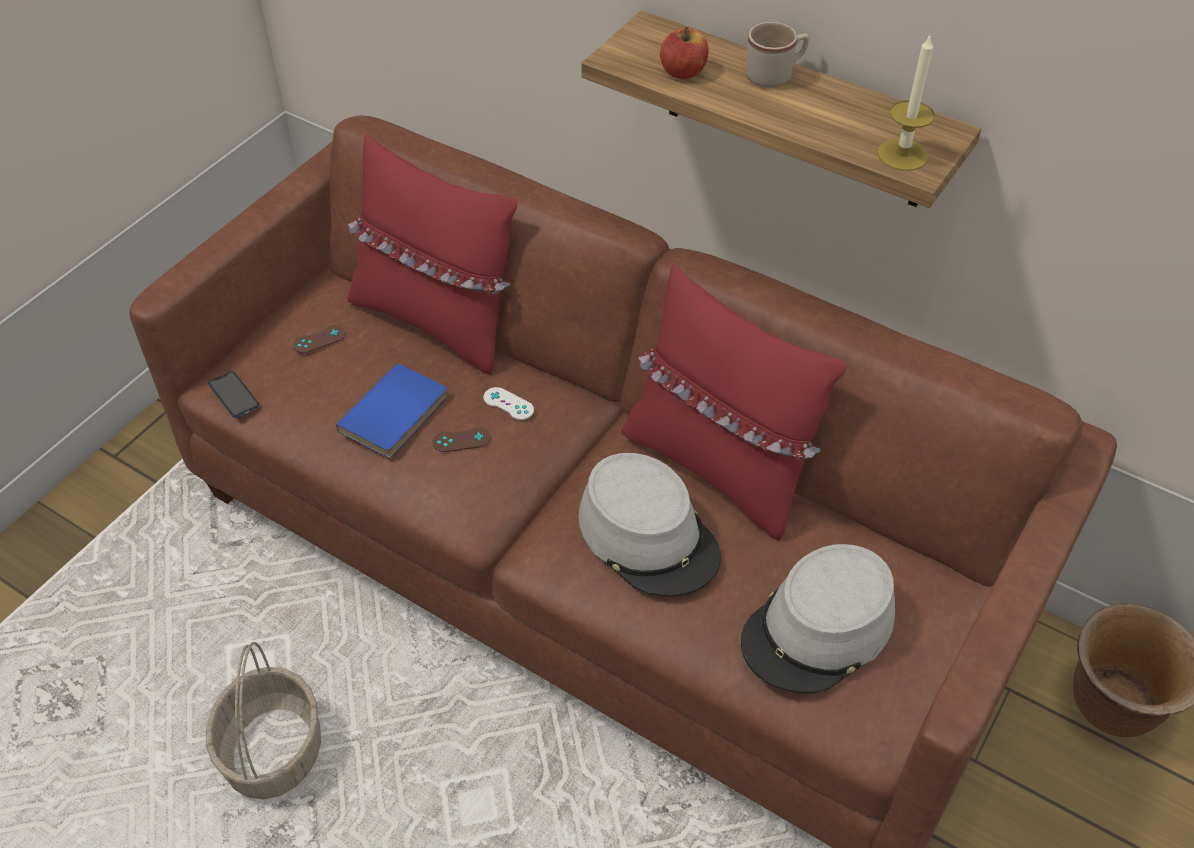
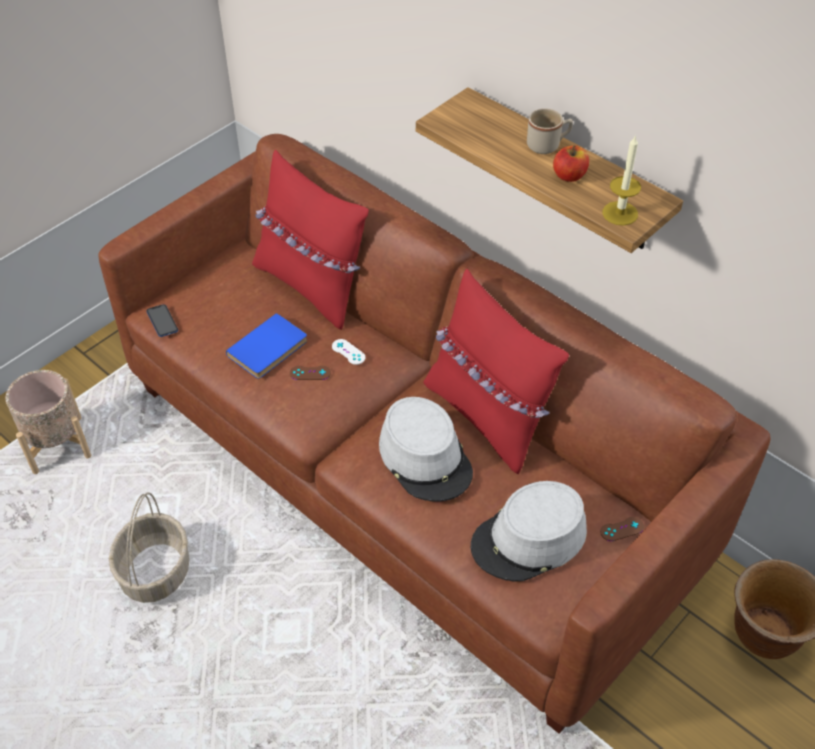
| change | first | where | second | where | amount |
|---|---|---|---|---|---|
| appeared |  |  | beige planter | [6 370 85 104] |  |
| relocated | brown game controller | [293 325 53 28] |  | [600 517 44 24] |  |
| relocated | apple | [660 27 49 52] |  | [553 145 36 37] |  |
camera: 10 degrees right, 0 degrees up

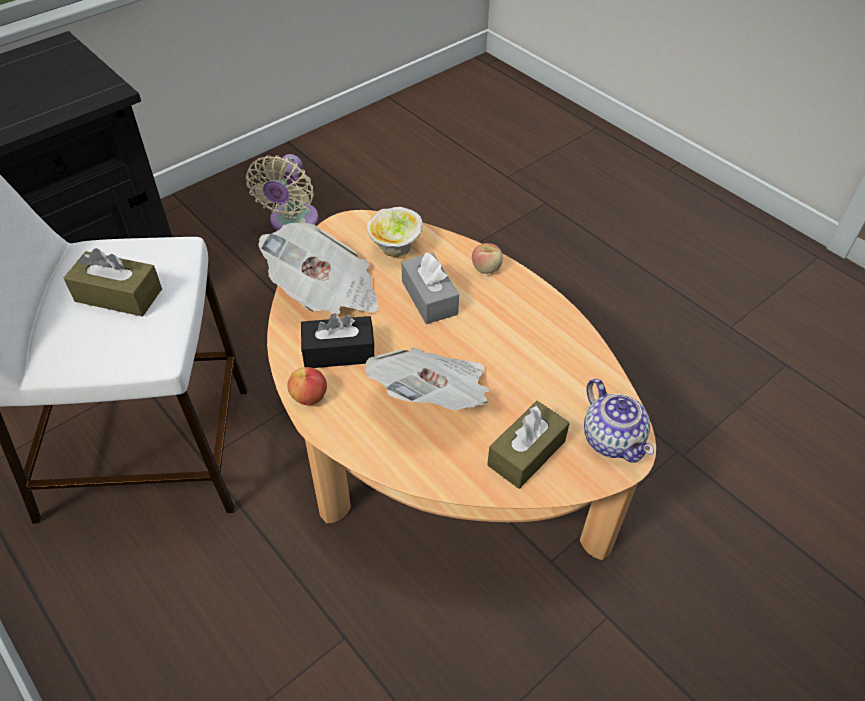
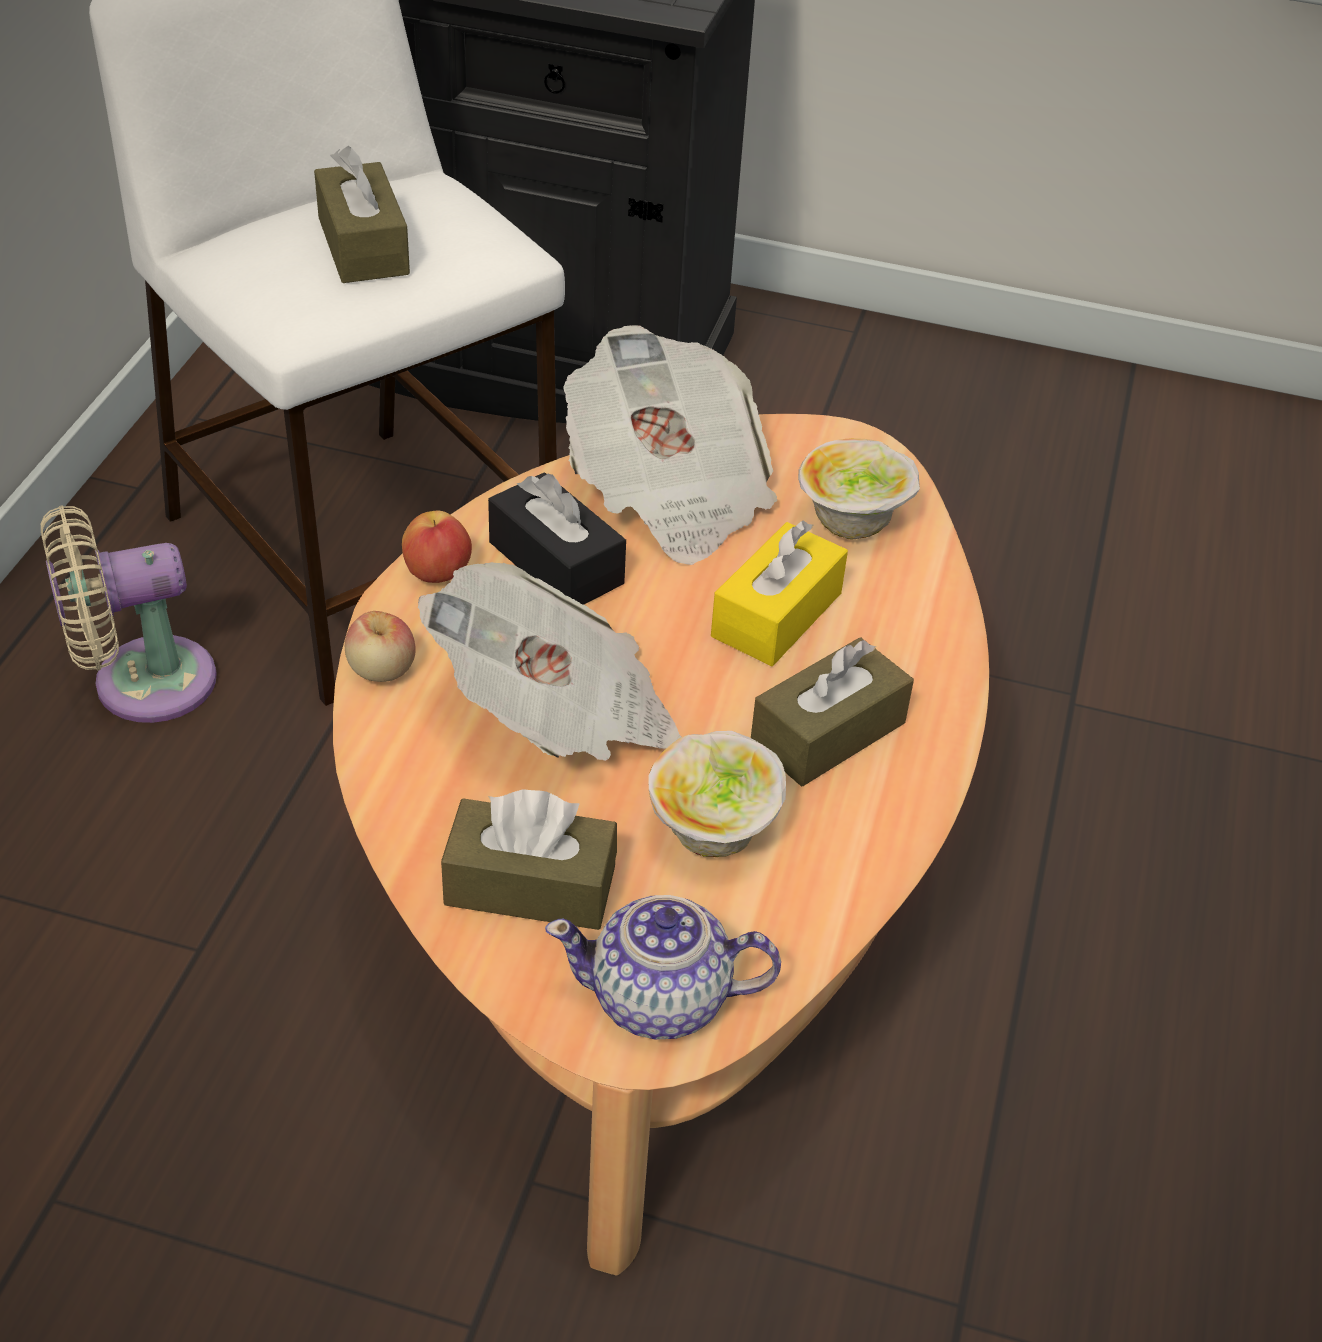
| change | first | where | second | where | amount |
|---|---|---|---|---|---|
| appeared |  |  | bowl | [649 731 137 126] |  |
| appeared |  |  | brown tissue box | [751 637 163 149] |  |
| relocated | beige fan | [246 154 72 77] |  | [41 505 176 218] |  |
| relocated | apple | [472 243 31 31] |  | [345 611 71 71] |  |
| colour | grey tissue box | [401 252 58 72] | yellow tissue box | [711 520 137 146] |  |
| spun | teapot | [584 379 70 84] |  | [545 895 236 145] | 60 degrees clockwise |
camera: 55 degrees right, 5 degrees down

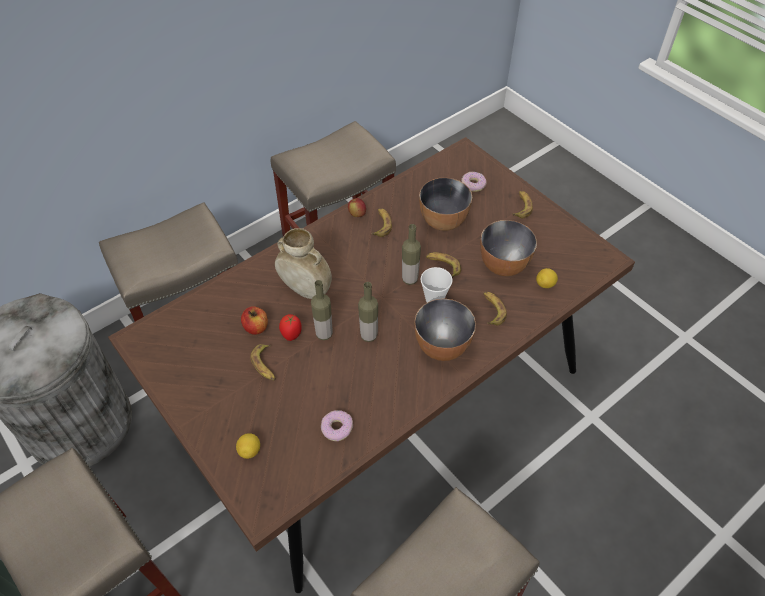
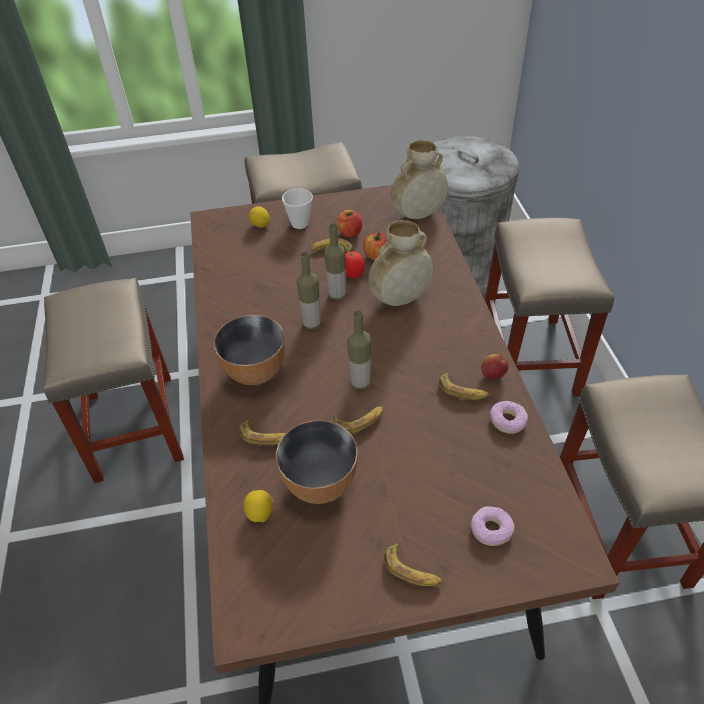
| change | first | where | second | where | amount |
|---|---|---|---|---|---|
| missing | bowl | [419 178 53 53] |  |  |  |
| appeared |  |  | apple | [337 210 25 27] |  |
| appeared |  |  | beige vase | [391 140 57 79] |  |
| relocated | donut | [321 410 32 31] |  | [490 401 38 33] |  |
| relocated | cup | [420 267 33 36] |  | [282 189 31 40] |  |
camera: 120 degrees right, 5 degrees down

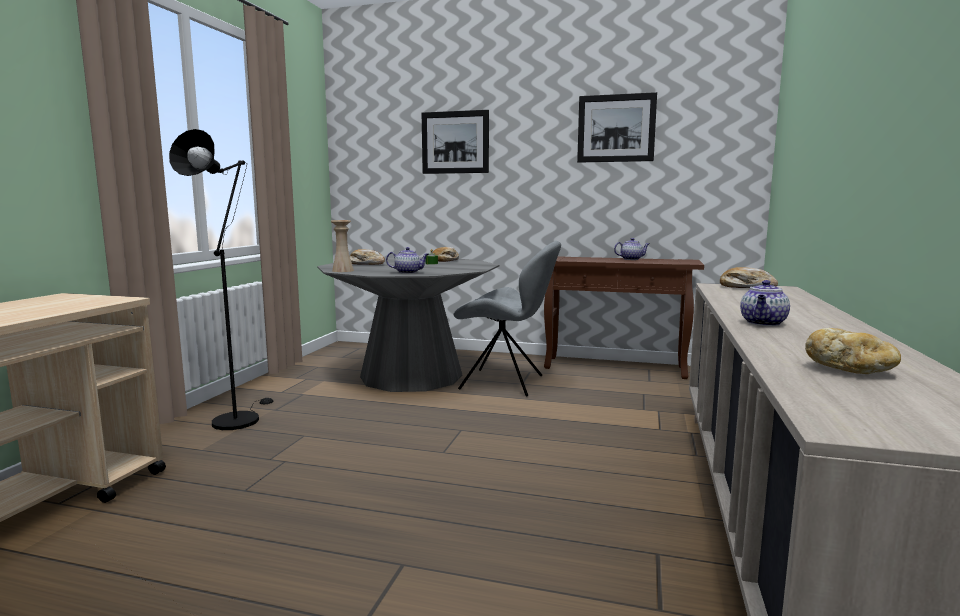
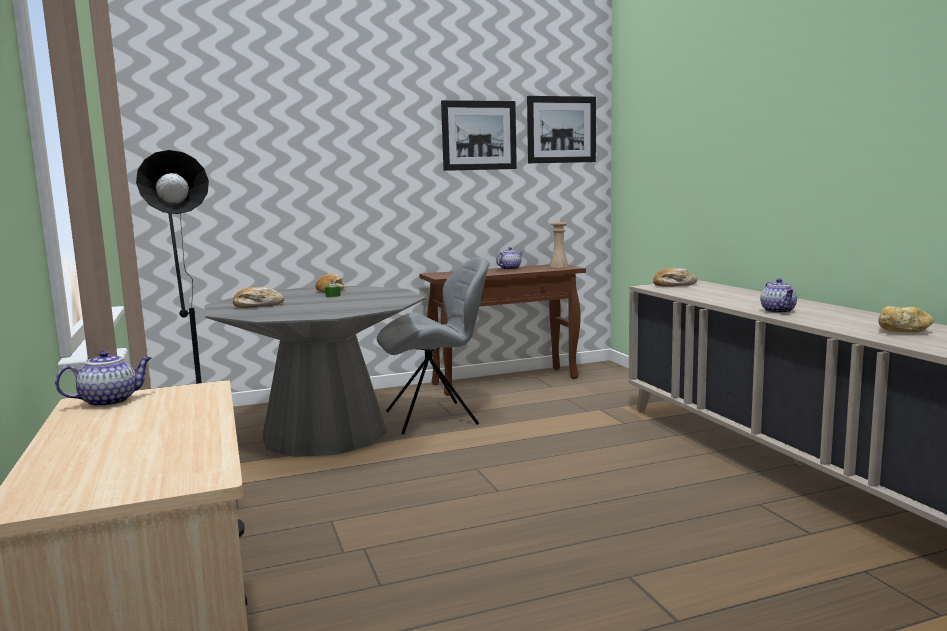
| change | first | where | second | where | amount |
|---|---|---|---|---|---|
| relocated | beige vase | [331 220 23 52] |  | [550 222 19 46] |  |
| relocated | teapot | [386 247 43 27] |  | [55 350 97 57] |  |
| relocated | picture | [422 110 67 64] |  | [527 96 69 67] |  |
camera: 35 degrees left, 0 degrees up

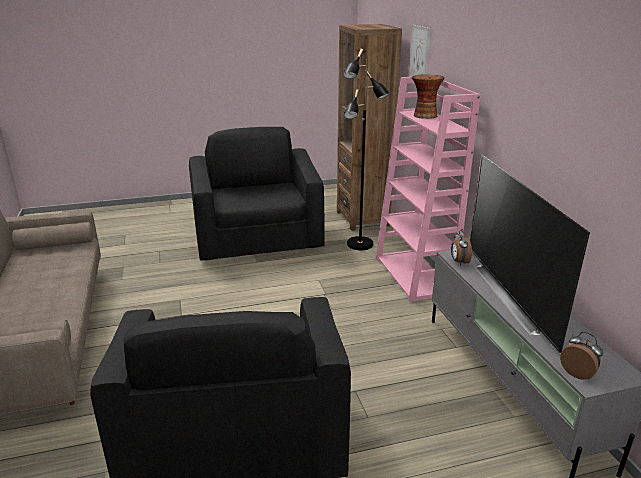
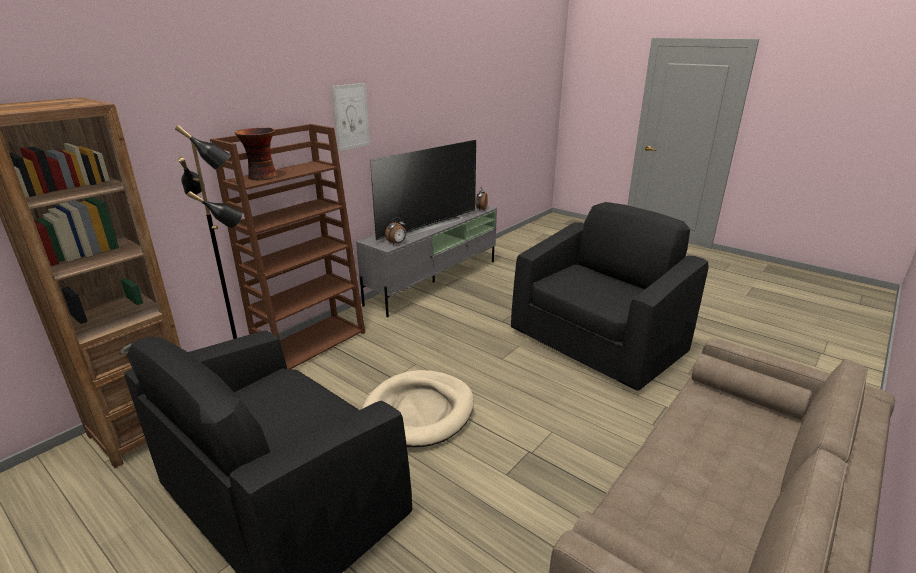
| change | first | where | second | where | amount |
|---|---|---|---|---|---|
| appeared |  |  | beige dog bed | [362 370 112 77] |  |
| relocated | picture | [409 25 22 60] |  | [332 83 38 68] |  |
| colour | pink bookcase | [375 77 106 225] | brown bookcase | [210 124 155 245] |  |
camera: 125 degrees left, 0 degrees up

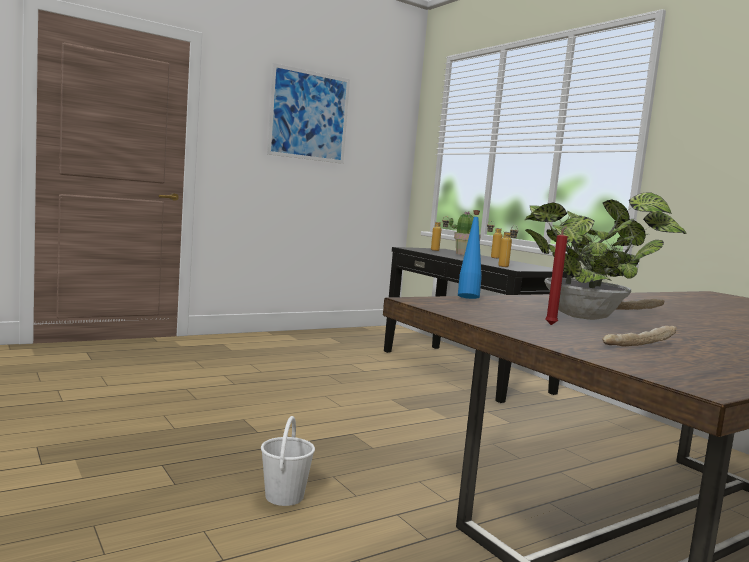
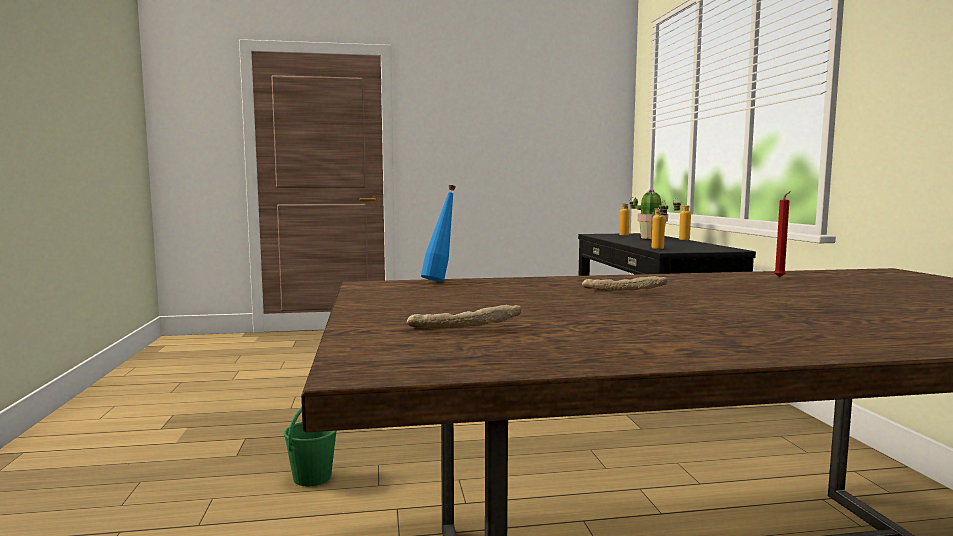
| change | first | where | second | where | amount |
|---|---|---|---|---|---|
| missing | picture | [267 63 83 101] |  |  |  |
| missing | potted plant | [525 192 162 128] |  |  |  |
| relocated | red candle | [545 226 23 99] |  | [774 191 17 87] |  |
| colour | white bucket | [261 416 54 90] | green bucket | [284 406 53 80] |  |
camera: 25 degrees right, 0 degrees up

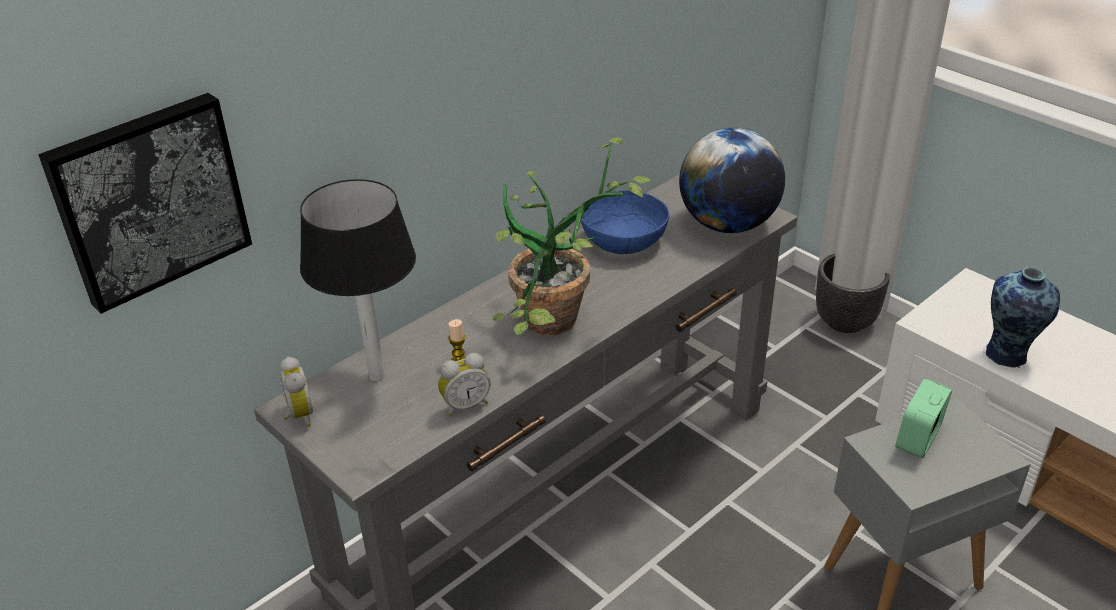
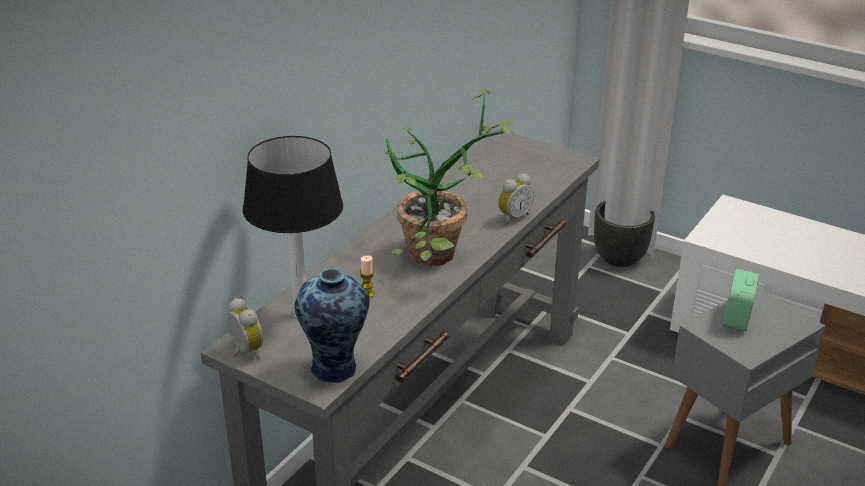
| change | first | where | second | where | amount |
|---|---|---|---|---|---|
| missing | picture | [38 93 214 221] |  |  |  |
| missing | blue bowl | [581 190 88 64] |  |  |  |
| missing | globe | [679 128 106 105] |  |  |  |
| relocated | alarm clock | [438 353 53 64] |  | [498 174 36 51] |  |
| relocated | vase | [984 267 76 101] |  | [294 268 76 115] |  |
camera: 15 degrees left, 5 degrees down

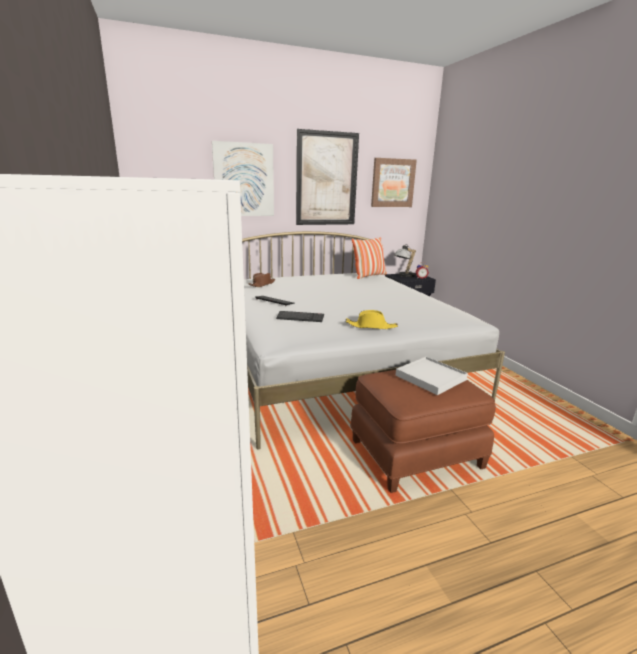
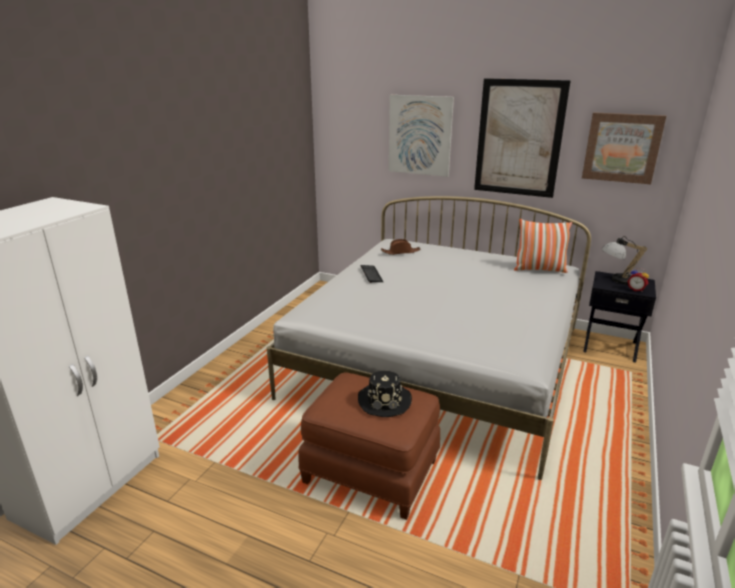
| change | first | where | second | where | amount |
|---|---|---|---|---|---|
| missing | keyboard | [276 311 48 11] |  |  |  |
| missing | yellow hat | [345 310 53 19] |  |  |  |
| exchanged | white tray | [395 357 73 38] | black hat | [358 371 54 46] |  |
camera: 45 degrees right, 5 degrees up

